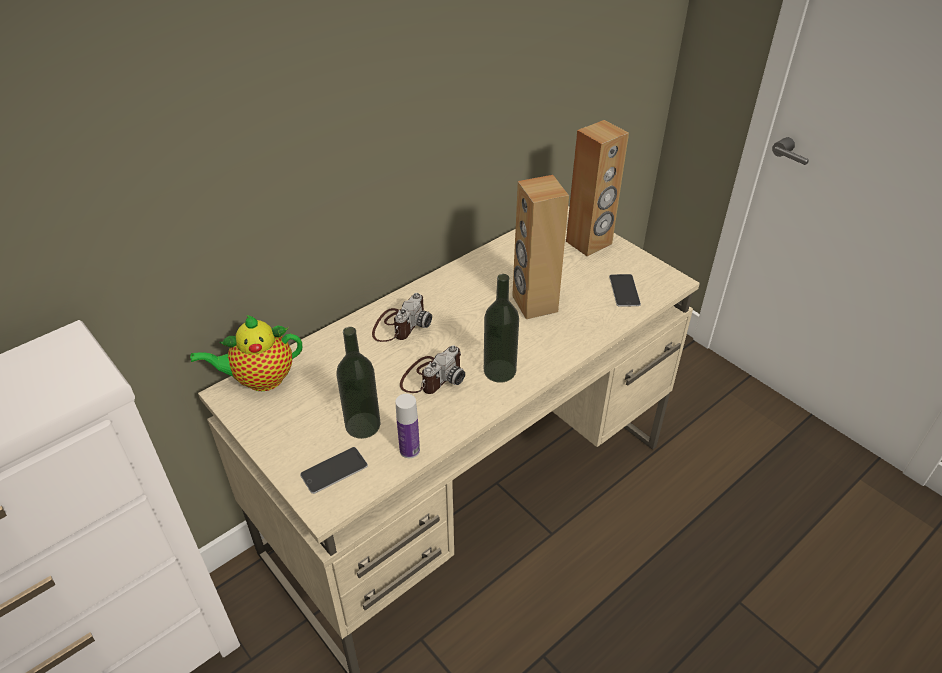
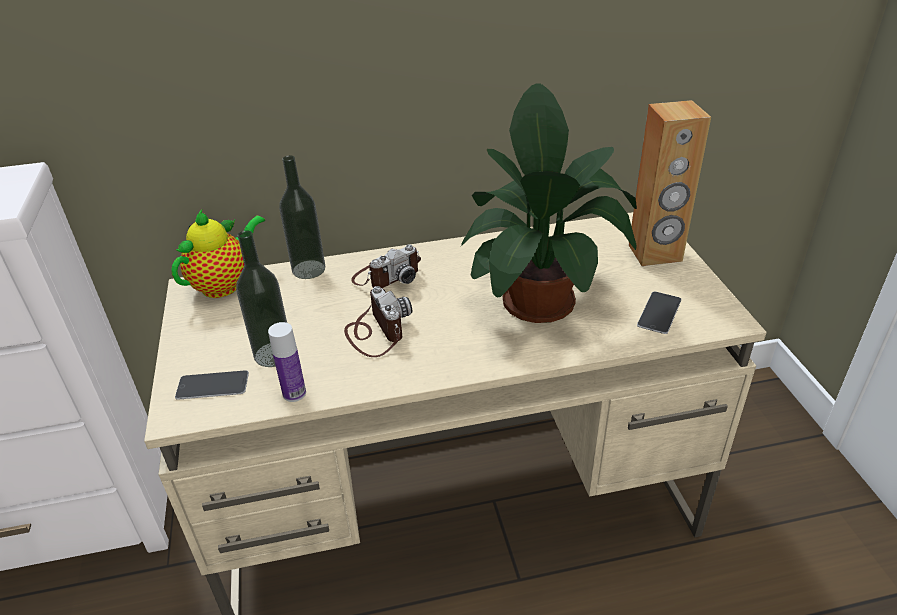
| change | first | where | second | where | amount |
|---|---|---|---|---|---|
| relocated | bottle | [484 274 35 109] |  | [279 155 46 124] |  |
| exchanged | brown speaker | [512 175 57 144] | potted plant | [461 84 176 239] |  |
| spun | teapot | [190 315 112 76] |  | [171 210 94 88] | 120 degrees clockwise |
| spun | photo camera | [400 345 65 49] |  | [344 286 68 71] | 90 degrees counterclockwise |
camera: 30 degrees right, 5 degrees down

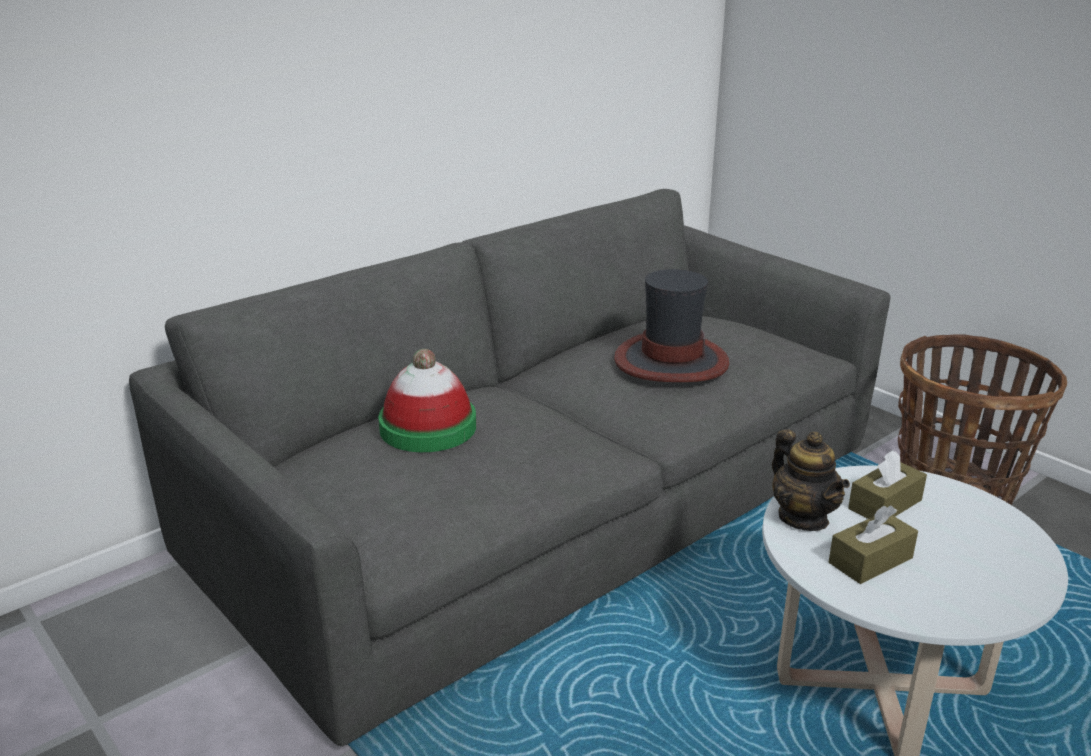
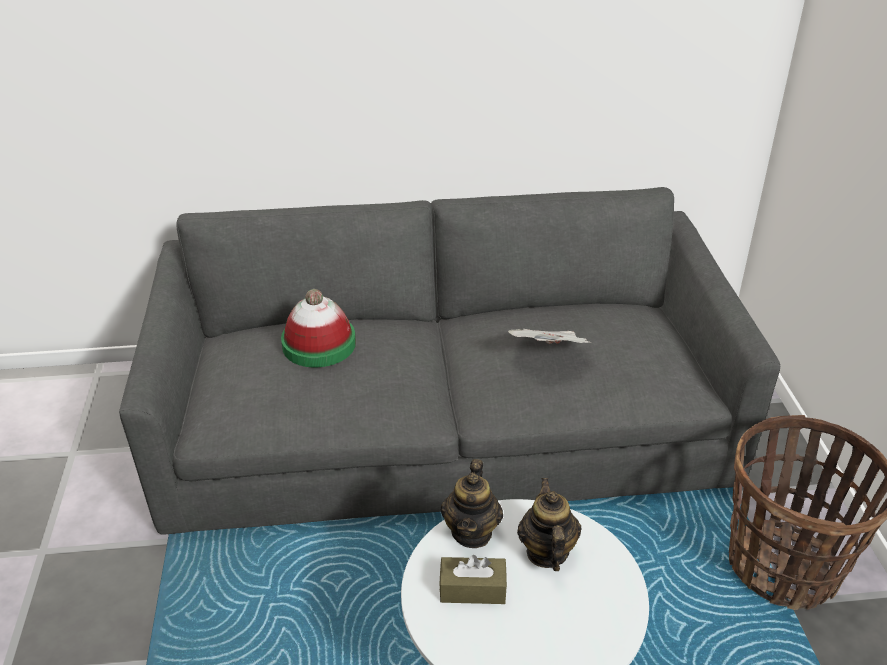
| change | first | where | second | where | amount |
|---|---|---|---|---|---|
| exchanged | hat | [614 269 115 113] | newspaper | [508 329 84 15] |  |
| exchanged | brown tissue box | [848 450 79 69] | teapot | [517 478 65 93] |  |
camera: 35 degrees right, 10 degrees up

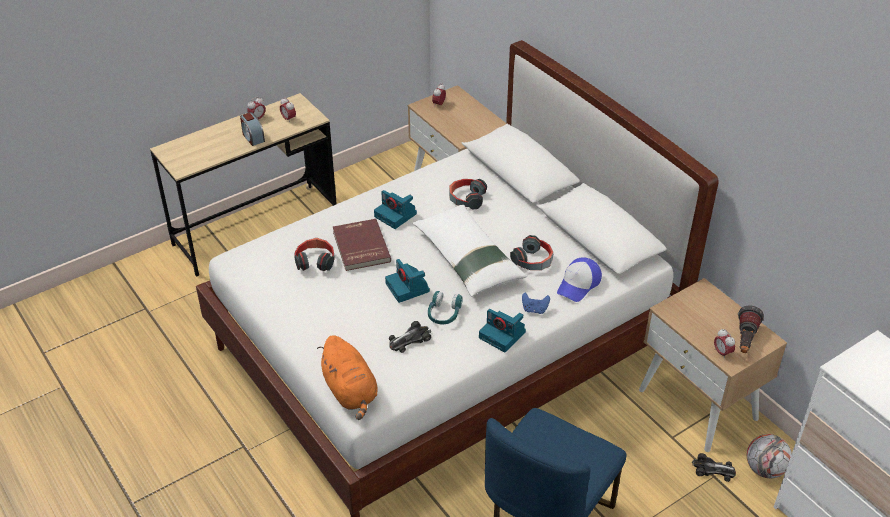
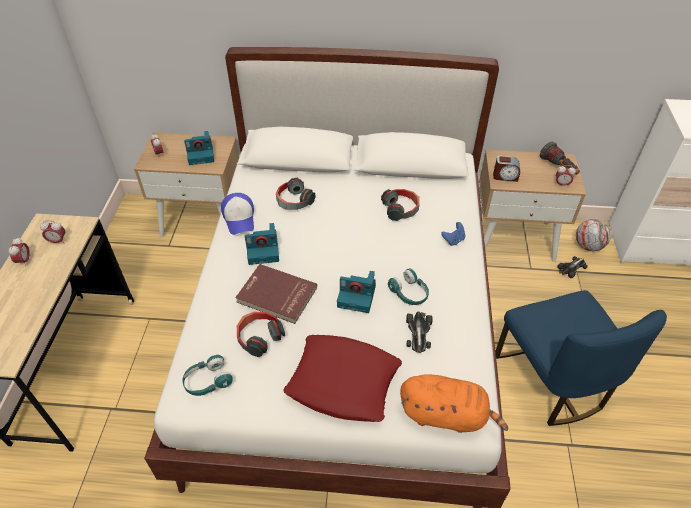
| change | first | where | second | where | amount |
|---|---|---|---|---|---|
| missing | white pillow | [412 205 115 92] |  |  |  |
| appeared |  |  | turquoise headphones | [182 355 51 41] |  |
| appeared |  |  | red pillow | [283 335 119 87] |  |
| relocated | alarm clock | [240 112 25 34] |  | [493 155 27 27] |  |
| relocated | photo camera | [479 309 47 44] |  | [184 131 30 34] |  |
| relocated | cap | [557 257 45 45] |  | [221 193 33 42] |  |
camera: 50 degrees left, 5 degrees up

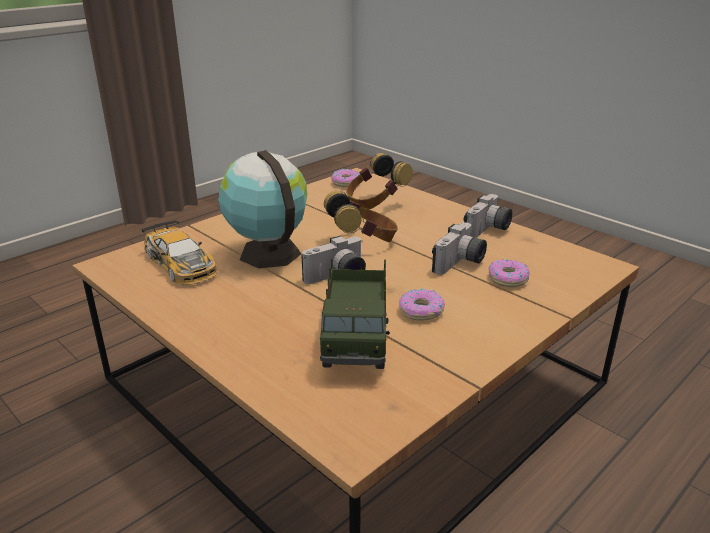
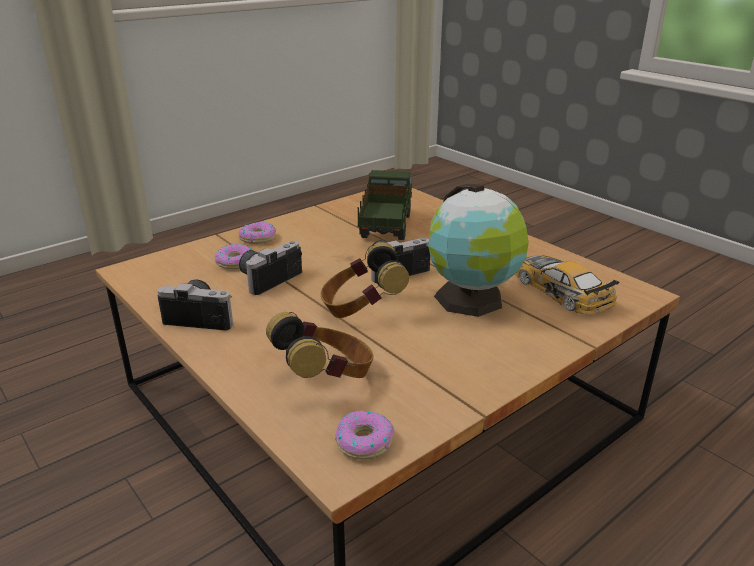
| change | first | where | second | where | amount |
|---|---|---|---|---|---|
| relocated | donut | [399 288 46 33] |  | [238 222 38 22] |  |
| spun | photo camera | [463 194 49 44] |  | [157 279 76 51] | 60 degrees clockwise |
camera: 175 degrees left, 0 degrees up

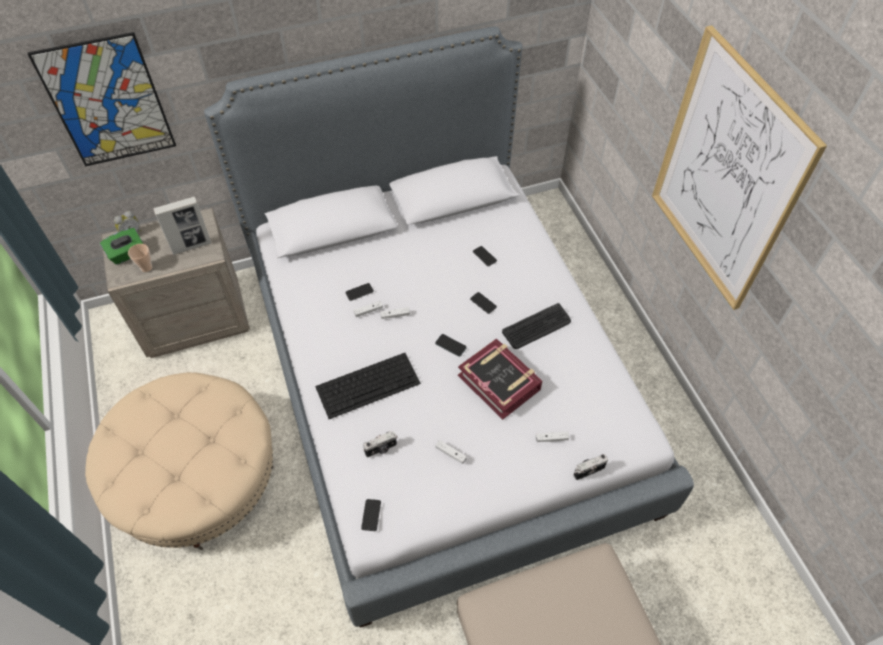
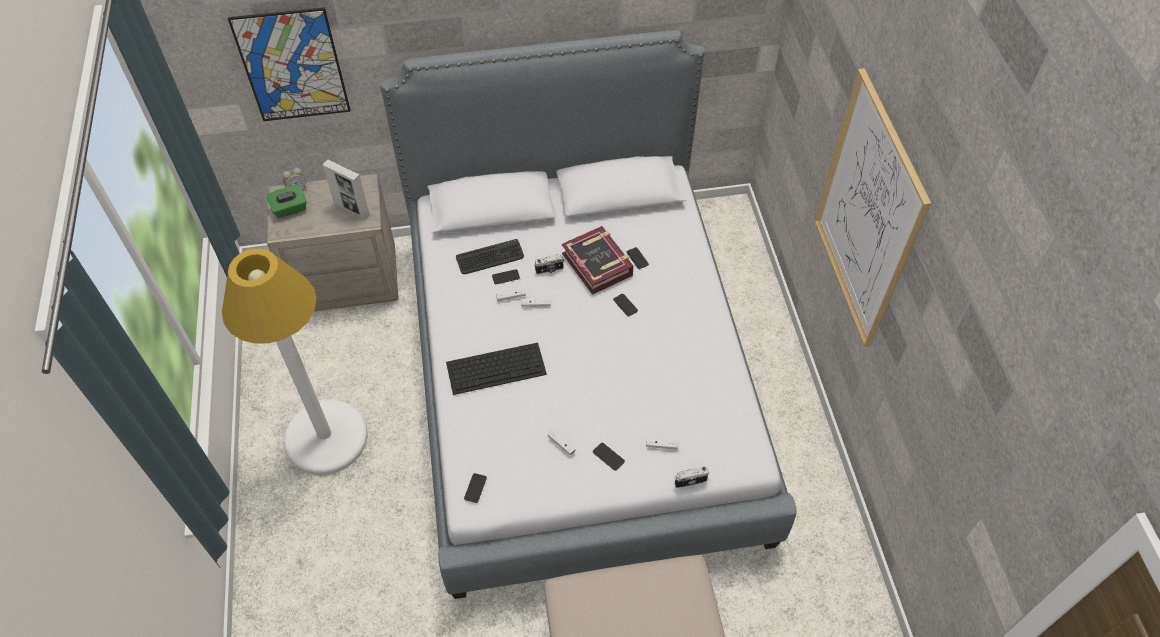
| change | first | where | second | where | amount |
|---|---|---|---|---|---|
| missing | cup | [128 244 24 28] |  |  |  |
| relocated | photo camera | [363 431 34 26] |  | [534 254 30 20] |  |
| relocated | phone | [435 334 32 23] |  | [593 443 32 28] |  |
| relocated | book | [458 338 84 82] |  | [562 226 72 69] |  |
| relocated | keyboard | [502 303 69 46] |  | [456 239 68 35] |  |
| exchanged | beige ottoman | [85 372 188 178] | white floor lamp | [222 249 146 226] |  |
| spun | picture frame | [153 196 58 59] |  | [323 159 47 60] | 45 degrees clockwise |
camera: 10 degrees right, 0 degrees up

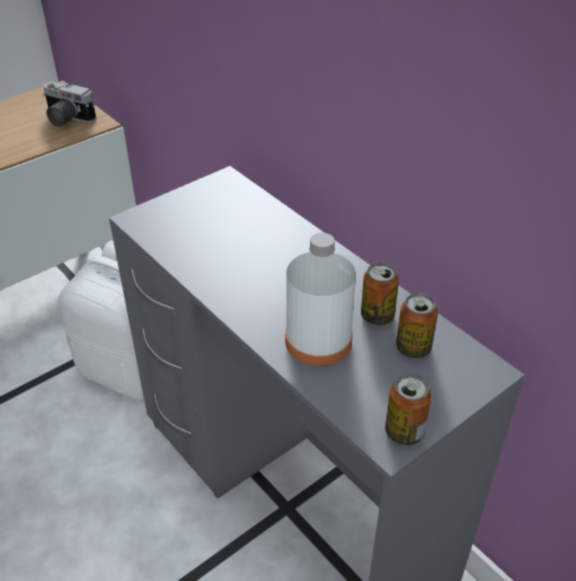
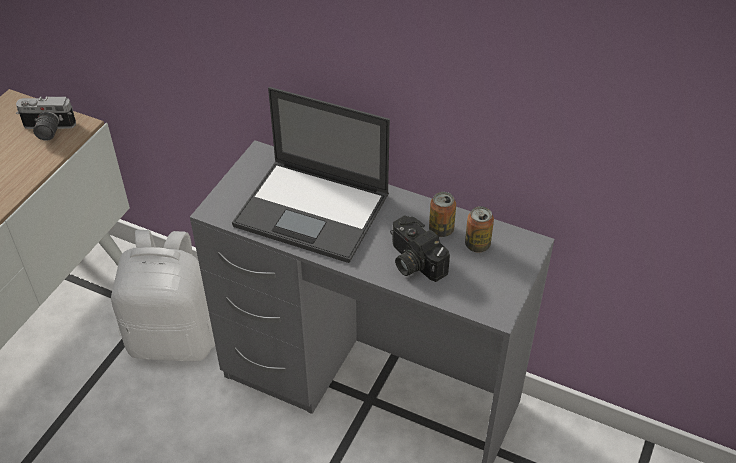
| change | first | where | second | where | amount |
|---|---|---|---|---|---|
| missing | can | [385 374 47 71] |  |  |  |
| appeared |  |  | laptop | [232 87 158 176] |  |
| exchanged | white bottle | [285 233 71 133] | photo camera | [390 215 60 67] |  |
camera: 25 degrees left, 5 degrees up

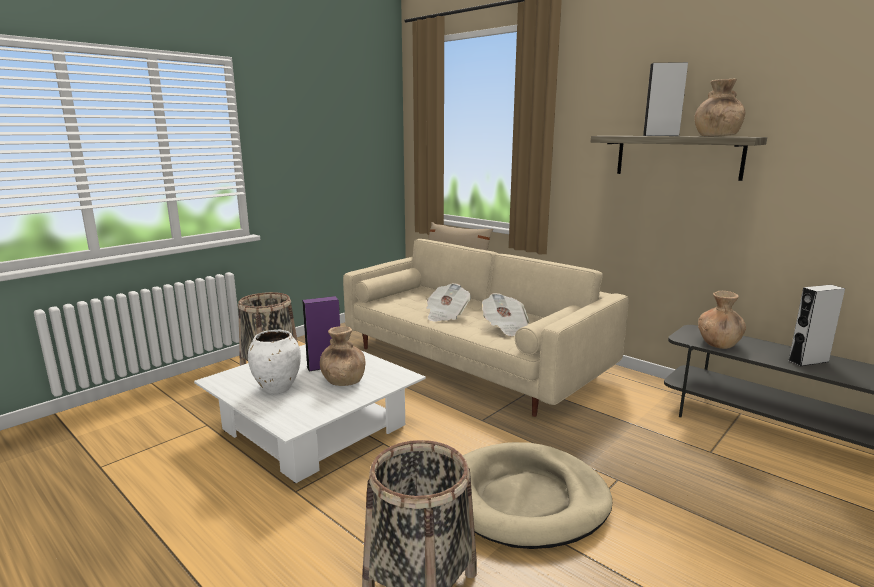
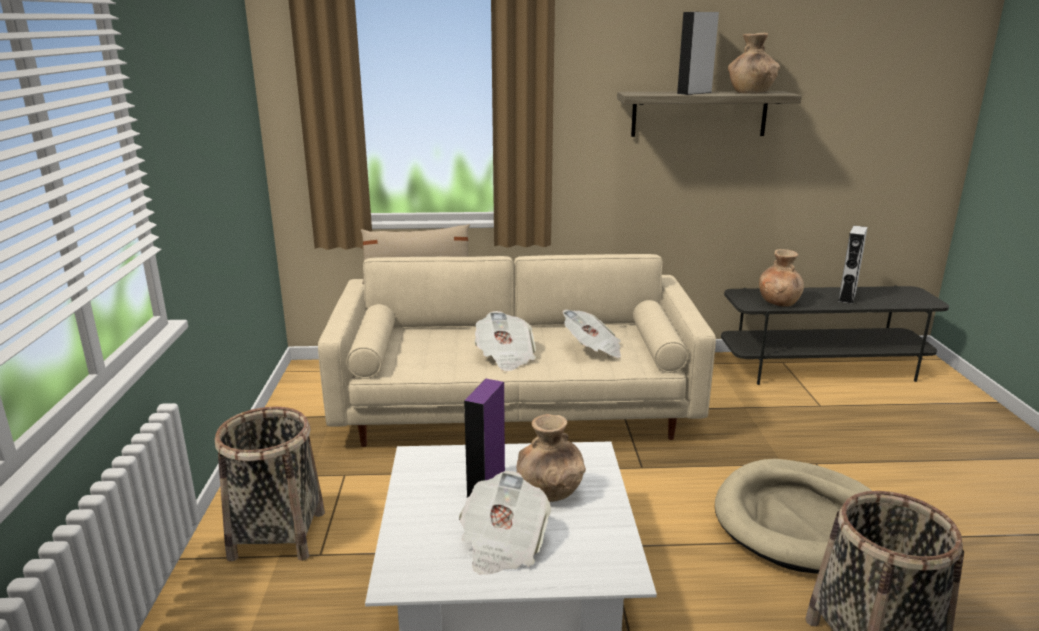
| change | first | where | second | where | amount |
|---|---|---|---|---|---|
| exchanged | white vase | [248 330 53 64] | newspaper | [459 471 92 104] |  |
camera: 45 degrees left, 5 degrees up

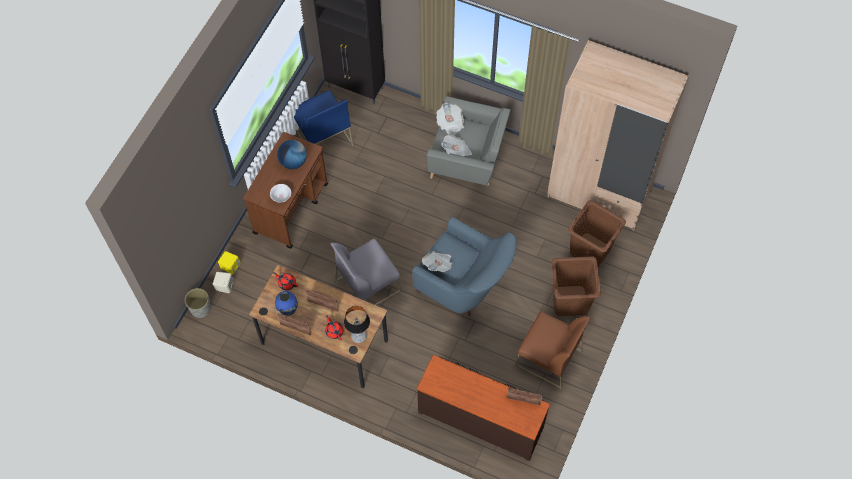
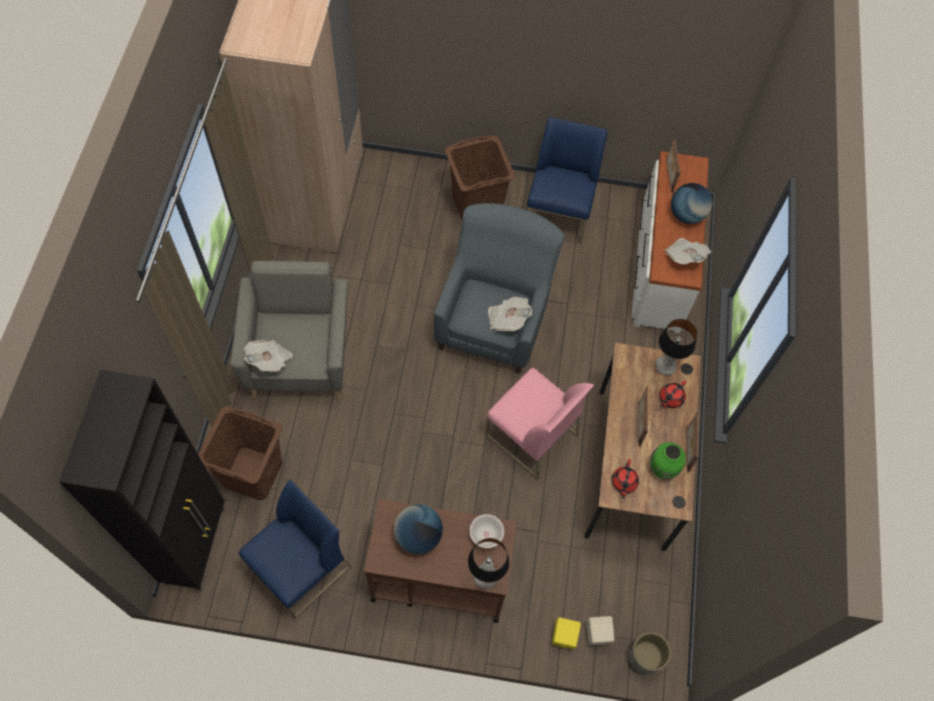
| change | first | where | second | where | amount |
|---|---|---|---|---|---|
| appeared |  |  | table lamp | [468 538 42 51] |  |
| appeared |  |  | globe | [671 183 41 41] |  |
| relocated | newspaper | [441 135 31 21] |  | [664 238 47 26] |  |
| relocated | brown laundry basket | [568 200 58 67] |  | [198 406 84 94] |  |
| colour | blue vase | [275 291 23 25] | green vase | [650 442 36 37] |  |
| colour | grey chair | [330 239 70 67] | pink chair | [485 368 109 112] |  |
| colour | brown dresser | [417 355 133 106] | white dresser | [631 151 78 182] |  |
| colour | brown chair | [516 311 75 79] | blue chair | [527 117 80 127] |  |
camera: 110 degrees left, 0 degrees up

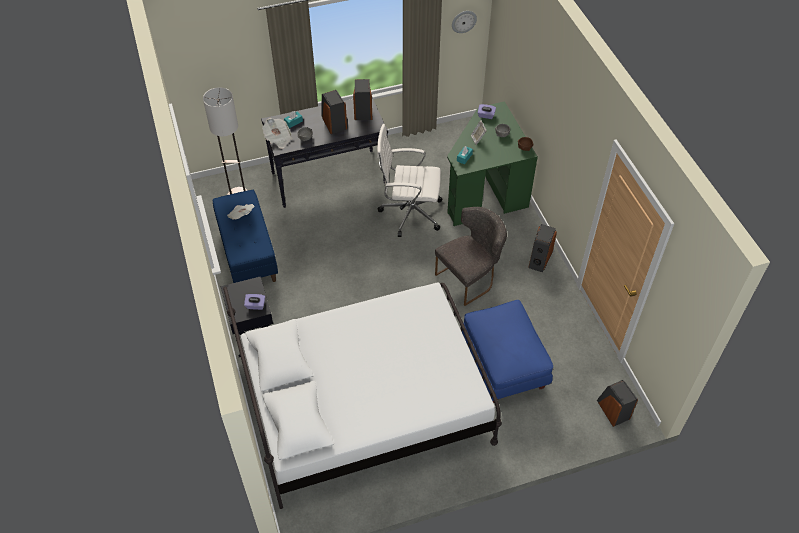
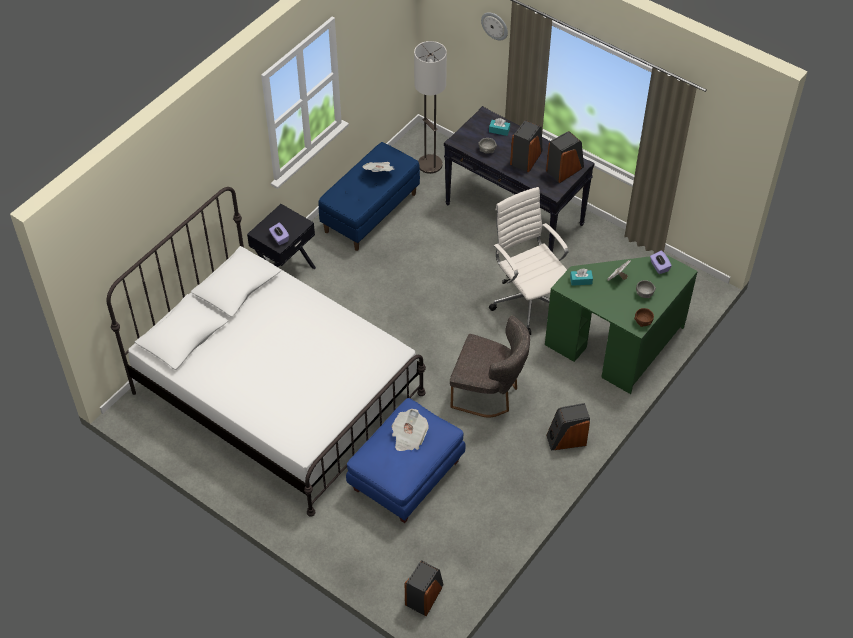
| change | first | where | second | where | amount |
|---|---|---|---|---|---|
| relocated | newspaper | [262 118 30 31] |  | [392 409 36 42] |  |
| relocated | wall clock | [452 11 25 22] |  | [481 12 27 28] |  |
camera: 55 degrees right, 0 degrees up

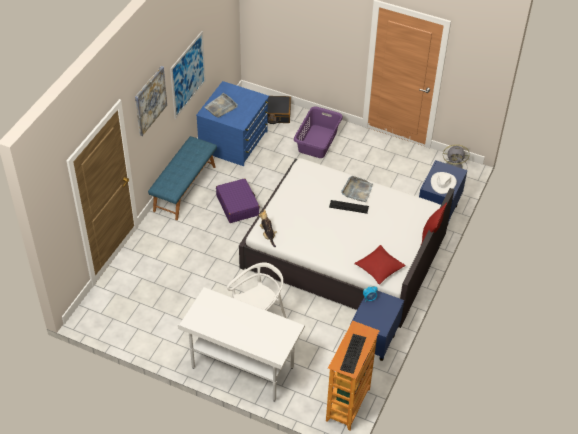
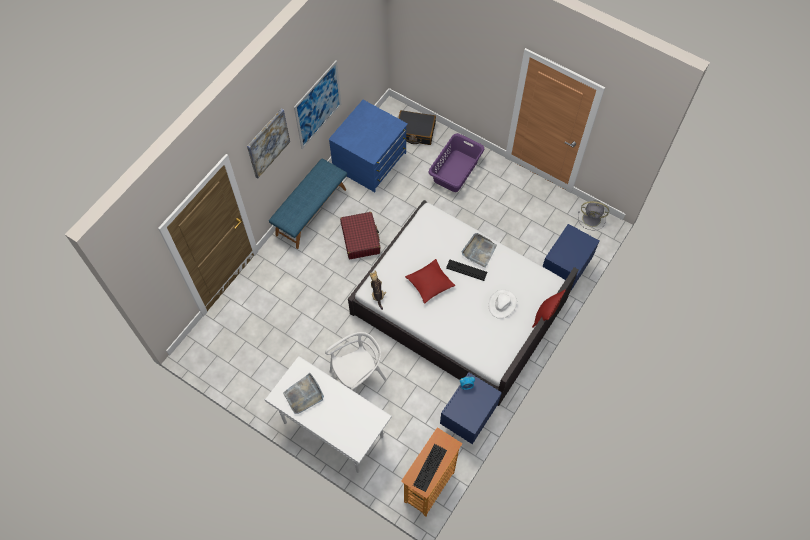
| change | first | where | second | where | amount |
|---|---|---|---|---|---|
| relocated | grey tray | [204 93 34 25] |  | [283 373 41 41] |  |
| relocated | red pillow | [354 245 52 40] |  | [405 259 50 45] |  |
| relocated | white hat | [431 172 26 22] |  | [489 289 28 29] |  |
| colour | purple suitcase | [216 178 44 45] | red suitcase | [340 212 41 47] |  |
camera: 10 degrees right, 15 degrees up

